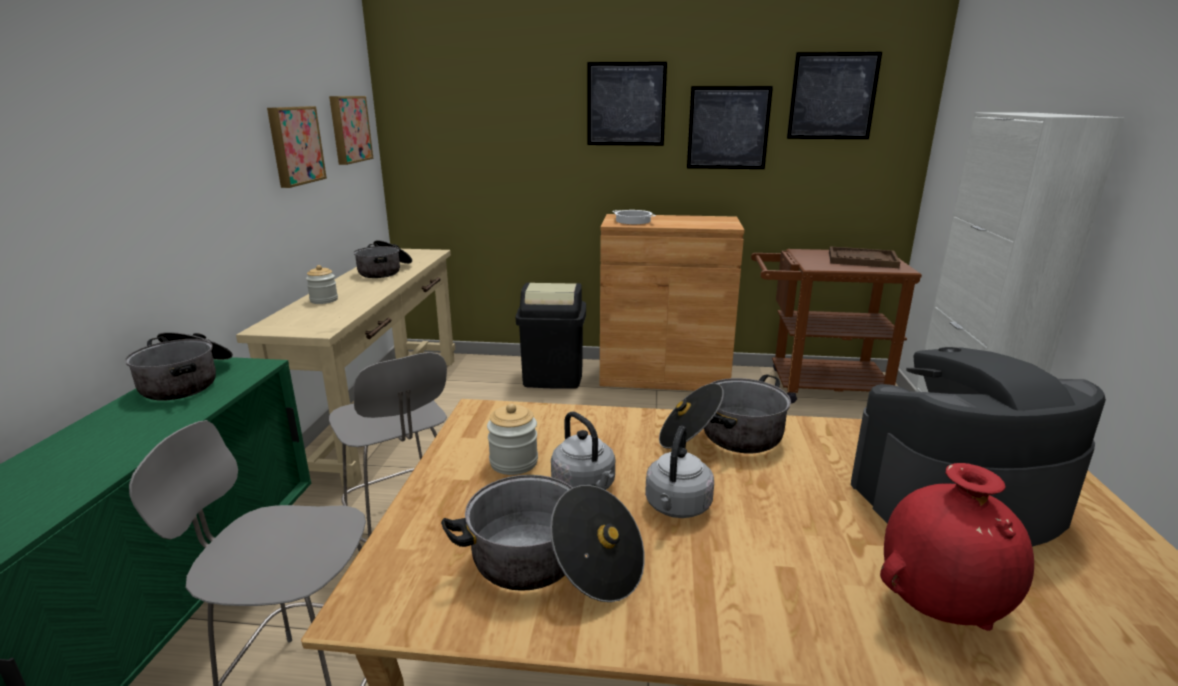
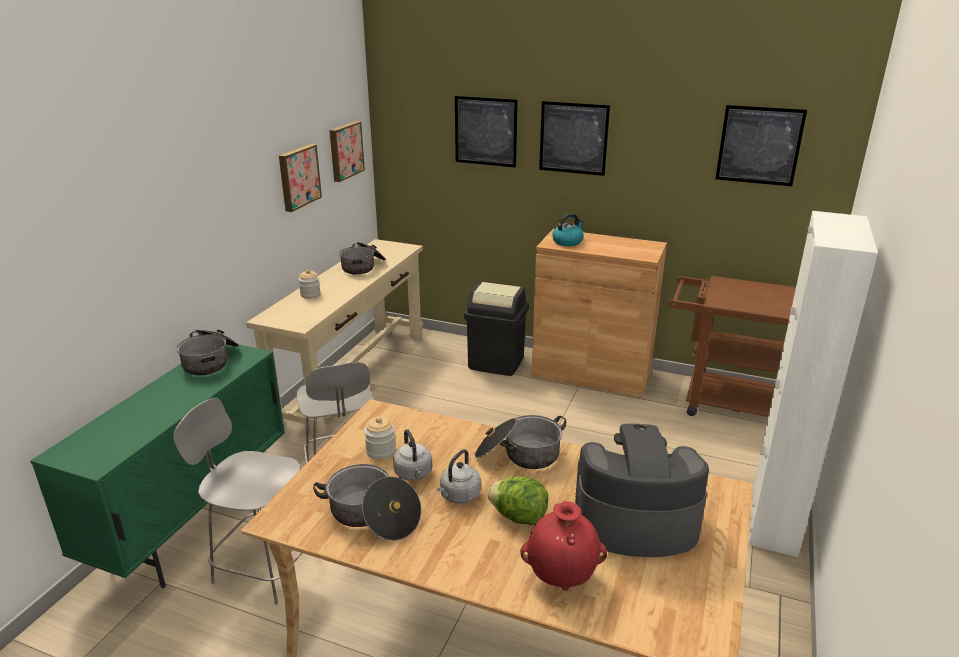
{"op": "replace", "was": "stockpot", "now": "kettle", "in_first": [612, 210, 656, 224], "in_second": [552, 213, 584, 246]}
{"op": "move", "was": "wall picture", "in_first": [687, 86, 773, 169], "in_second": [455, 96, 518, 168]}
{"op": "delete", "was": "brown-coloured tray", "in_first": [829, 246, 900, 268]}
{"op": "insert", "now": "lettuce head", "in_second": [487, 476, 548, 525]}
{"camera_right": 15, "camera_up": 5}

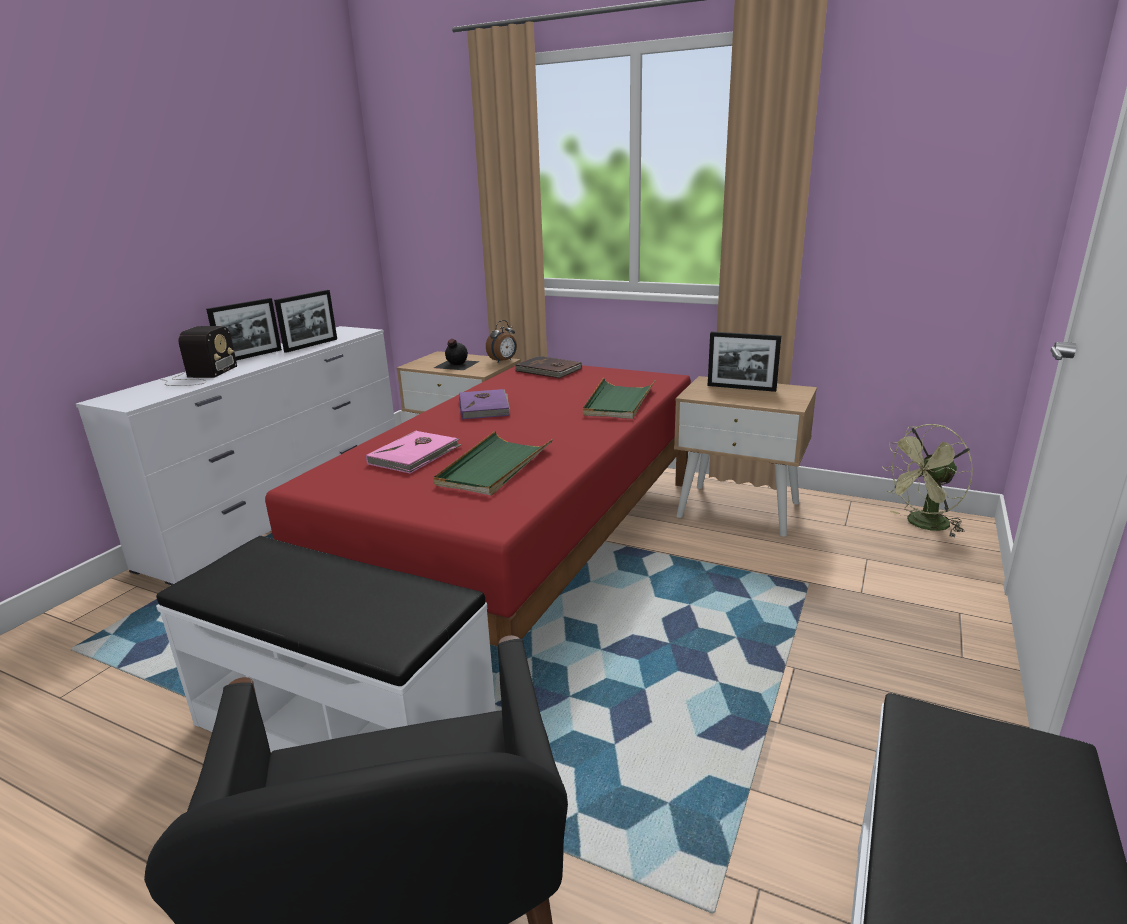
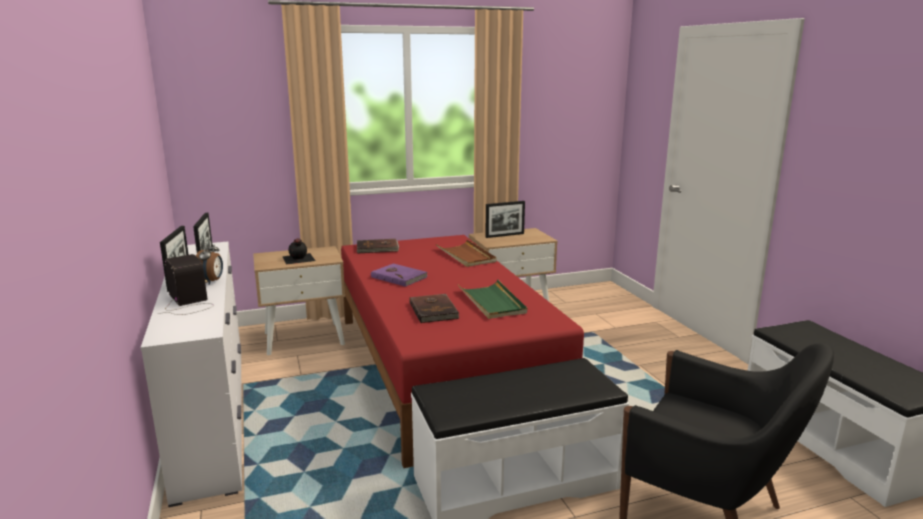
{"op": "recolor", "was": "pink-coloured volume", "now": "brown-coloured volume", "in_first": [366, 431, 462, 474], "in_second": [409, 294, 460, 323]}
{"op": "move", "was": "bedside clock", "in_first": [486, 320, 517, 363], "in_second": [196, 239, 223, 285]}
{"op": "recolor", "was": "green-coloured tray", "now": "brown-coloured tray", "in_first": [583, 378, 655, 419], "in_second": [436, 240, 497, 267]}
{"op": "delete", "was": "green-coloured fan", "in_first": [882, 424, 973, 538]}
{"camera_right": -45, "camera_up": -5}

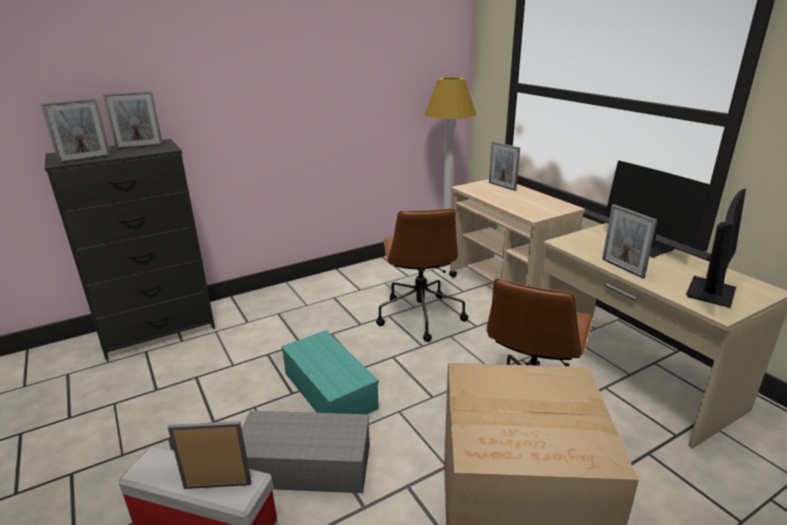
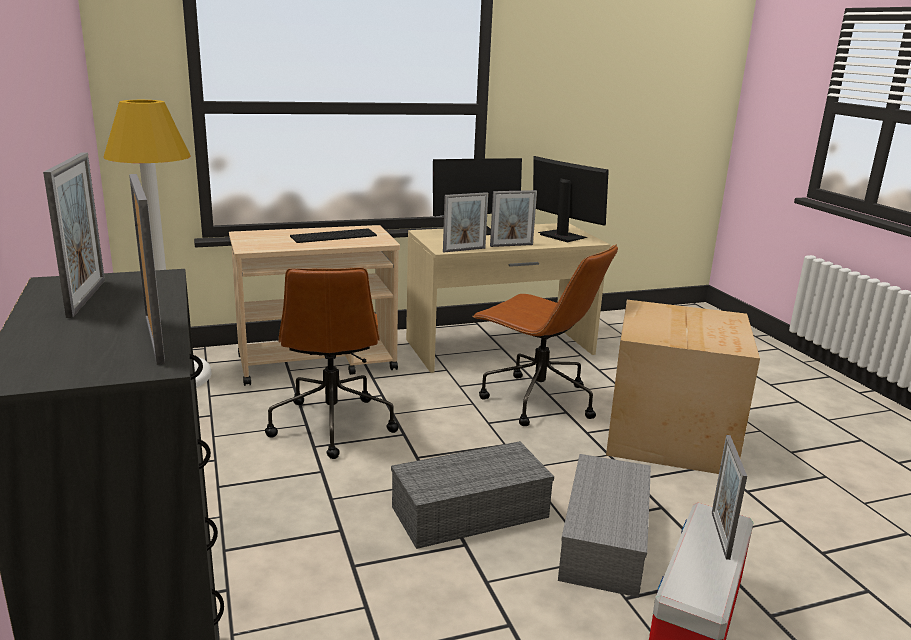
{"op": "recolor", "was": "turquoise storage container", "now": "gray storage container", "in_first": [281, 330, 379, 414], "in_second": [391, 441, 554, 549]}
{"op": "rotate", "was": "brown-coloured office chair", "in_first": [376, 208, 468, 342], "in_second": [265, 267, 399, 459], "clockwise": 75}
{"op": "move", "was": "standing frame", "in_first": [489, 141, 520, 191], "in_second": [443, 192, 488, 252]}
{"op": "insert", "now": "keyboard", "in_second": [290, 229, 377, 243]}
{"camera_right": -80, "camera_up": -5}

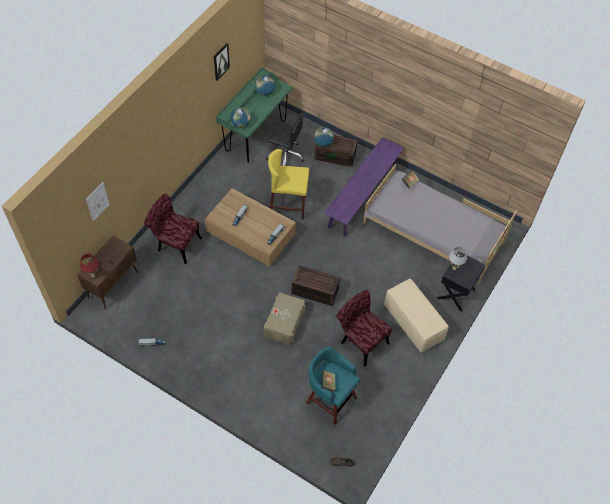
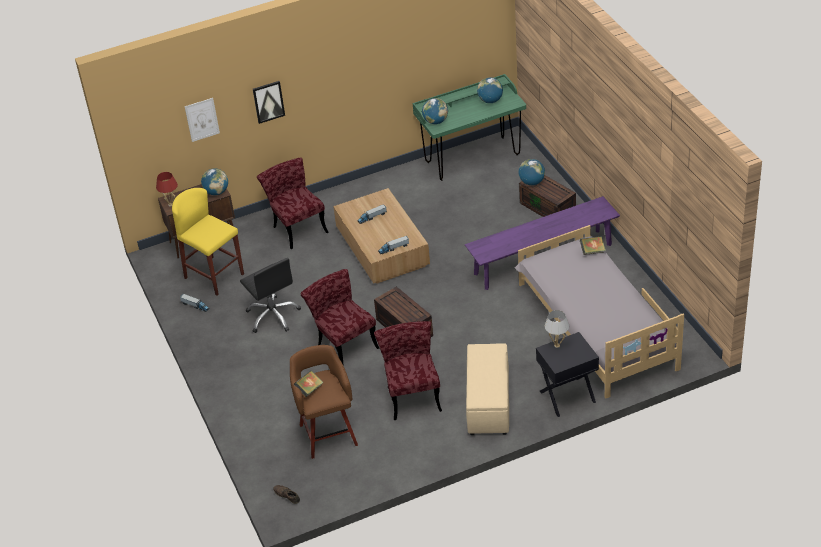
{"op": "move", "was": "wall picture", "in_first": [214, 43, 230, 81], "in_second": [253, 81, 285, 124]}
{"op": "replace", "was": "beige storage container", "now": "red upright chair", "in_first": [264, 292, 305, 345], "in_second": [301, 269, 379, 364]}
{"op": "move", "was": "black office chair", "in_first": [266, 113, 305, 166], "in_second": [240, 258, 301, 333]}
{"op": "move", "was": "yellow sitting stool", "in_first": [268, 149, 309, 220], "in_second": [172, 188, 244, 296]}
{"op": "recolor", "was": "turquoise sitting stool", "now": "brown-coloured sitting stool", "in_first": [306, 346, 360, 425], "in_second": [290, 345, 358, 459]}
{"op": "insert", "now": "globe", "in_second": [201, 168, 228, 195]}
{"camera_right": 40, "camera_up": -15}

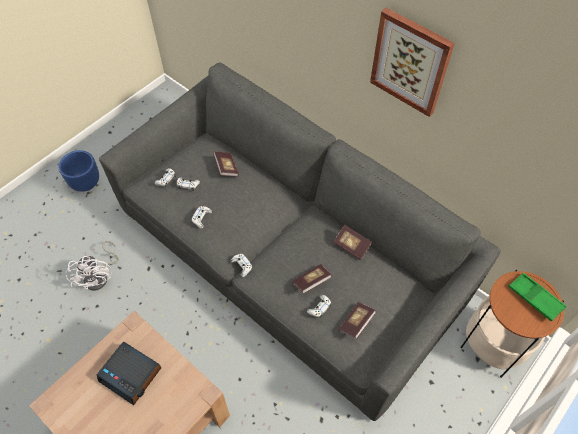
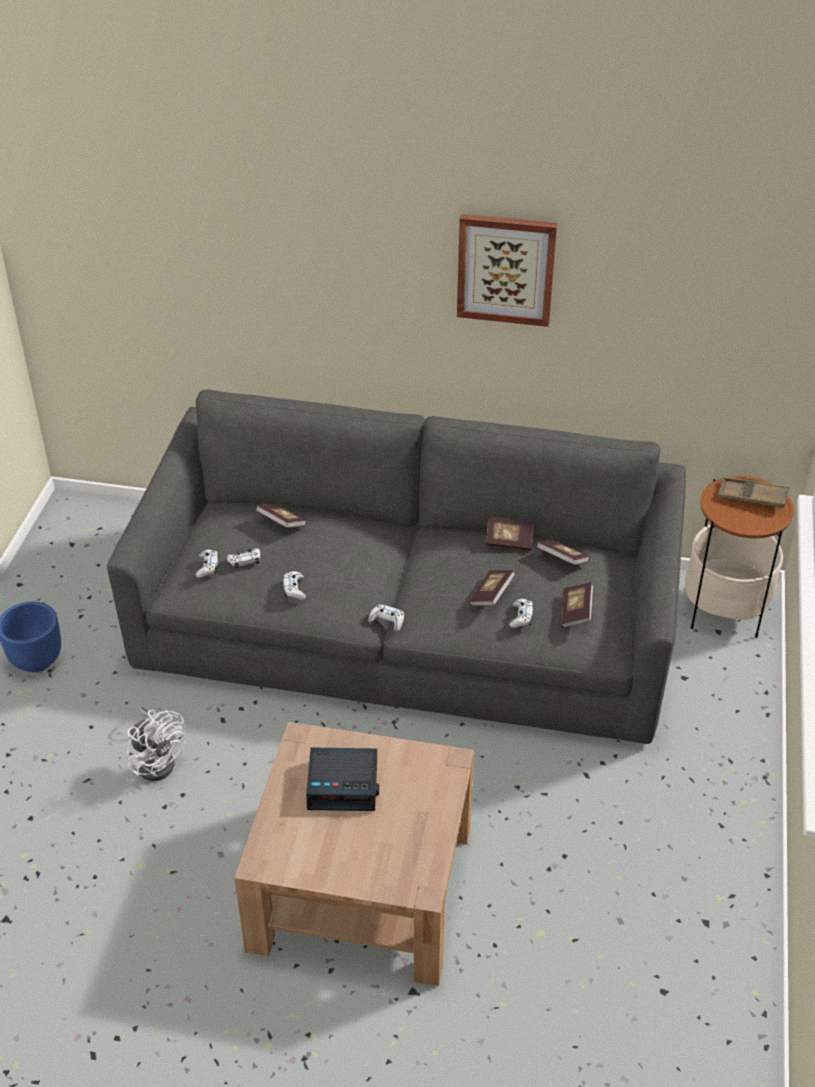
{"op": "recolor", "was": "green-coloured tray", "now": "brown-coloured tray", "in_first": [508, 273, 567, 321], "in_second": [718, 477, 789, 508]}
{"op": "insert", "now": "volume", "in_second": [536, 540, 590, 565]}
{"camera_right": -30, "camera_up": -15}

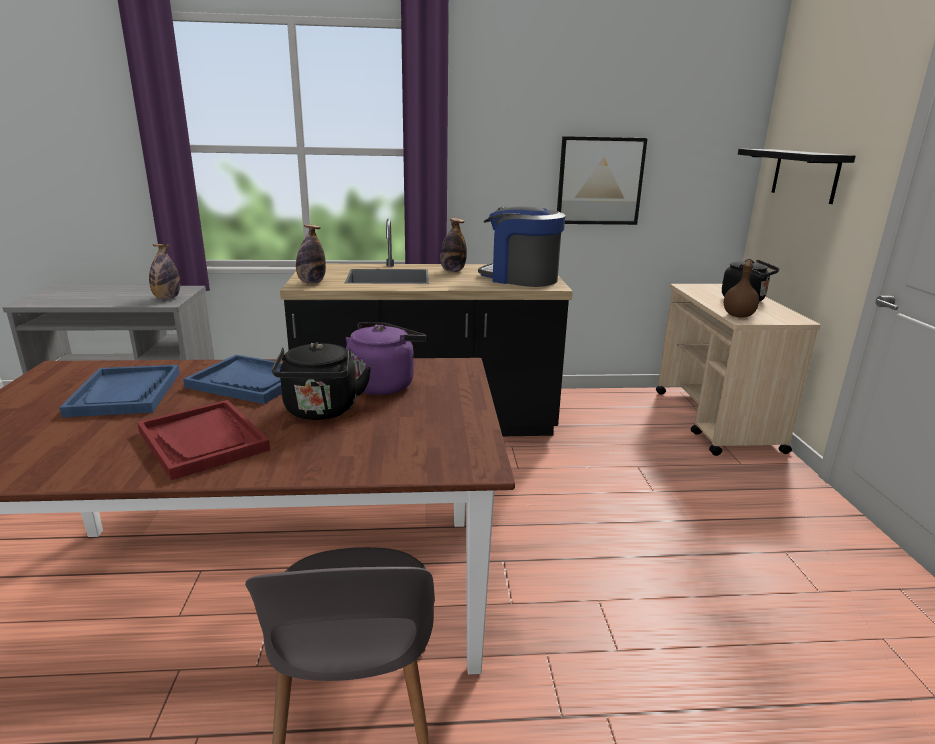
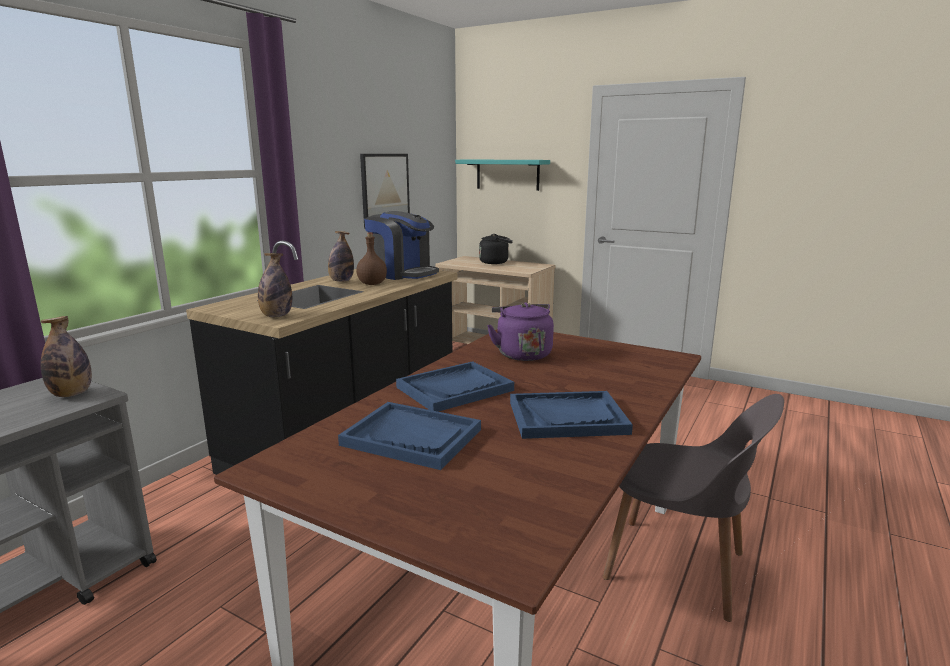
{"op": "recolor", "was": "red tray", "now": "bluish tray", "in_first": [137, 400, 270, 480], "in_second": [510, 391, 633, 439]}
{"op": "delete", "was": "black kettle", "in_first": [272, 342, 372, 420]}
{"op": "rotate", "was": "coffee machine", "in_first": [478, 206, 565, 287], "in_second": [364, 211, 439, 280], "clockwise": -120}
{"op": "move", "was": "brown-coloured bottle", "in_first": [724, 260, 759, 317], "in_second": [356, 233, 387, 285]}
{"op": "recolor", "was": "black wall shelf", "now": "turquoise wall shelf", "in_first": [738, 149, 856, 204], "in_second": [455, 159, 550, 191]}
{"camera_right": -55, "camera_up": -5}

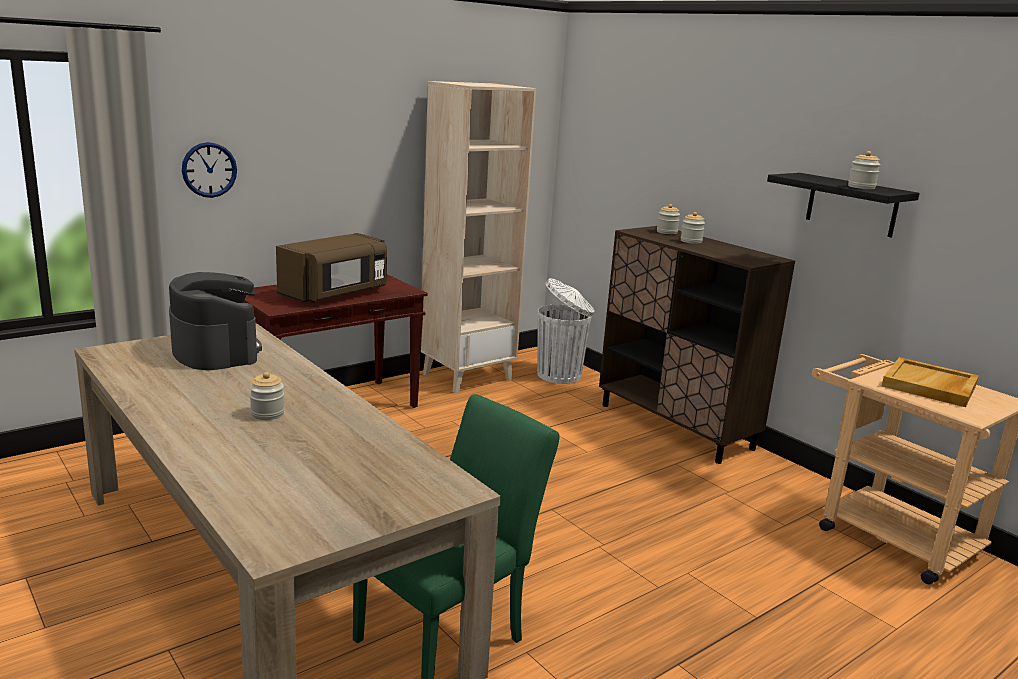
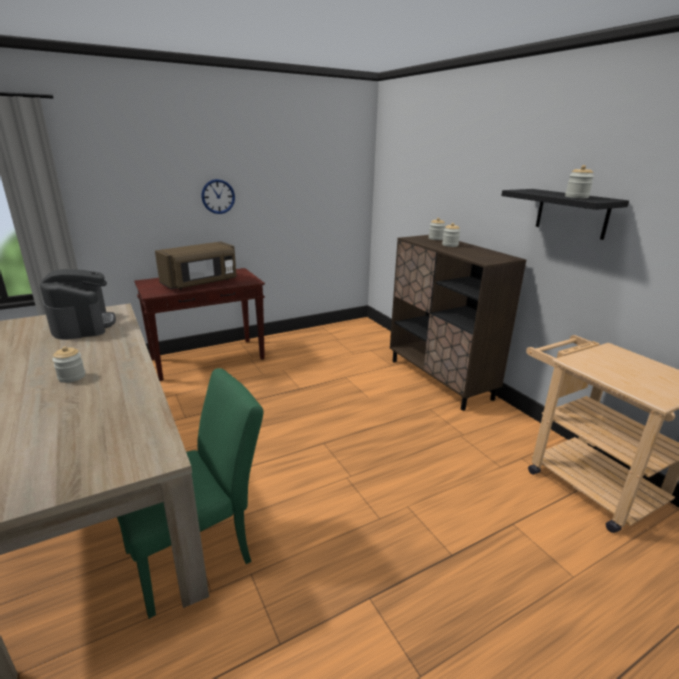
{"op": "move", "was": "hanging clock", "in_first": [182, 142, 237, 198], "in_second": [201, 179, 235, 214]}
{"op": "delete", "was": "beige bookcase", "in_first": [421, 81, 536, 393]}
{"op": "delete", "was": "whitish rubbish bin", "in_first": [537, 278, 595, 384]}
{"op": "delete", "was": "beige tray", "in_first": [882, 357, 979, 407]}
{"camera_right": 10, "camera_up": 5}

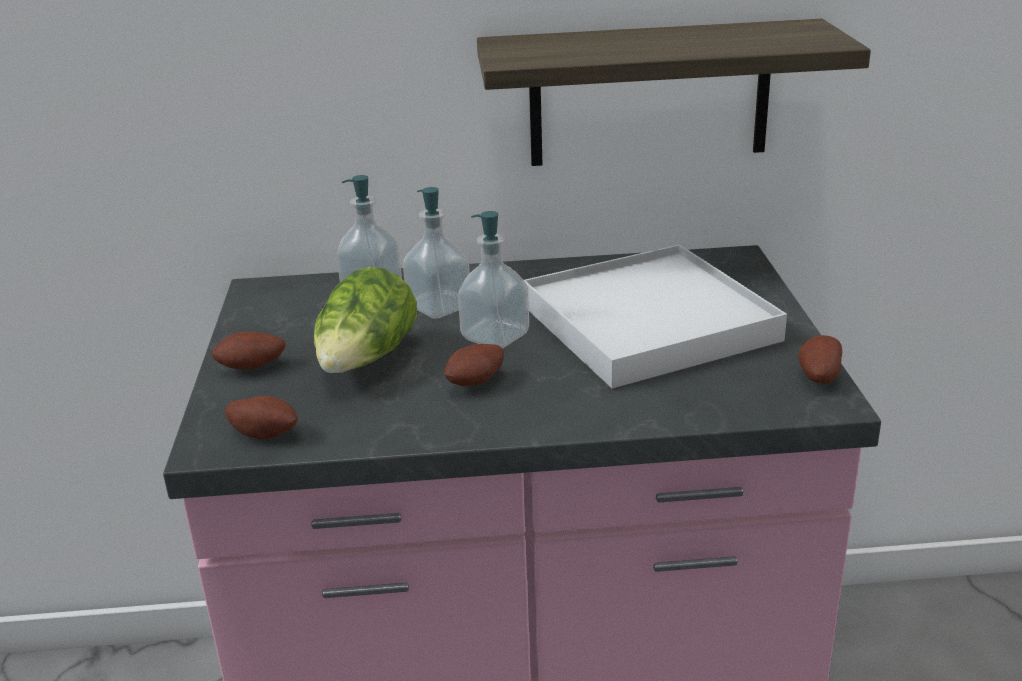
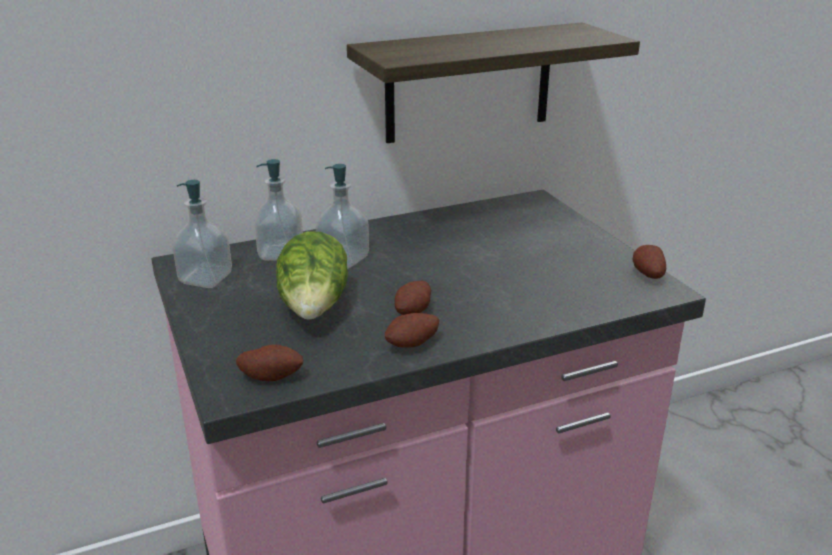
{"op": "move", "was": "whole potato", "in_first": [211, 332, 285, 370], "in_second": [385, 313, 439, 348]}
{"op": "move", "was": "liquid soap bottle", "in_first": [458, 211, 529, 349], "in_second": [173, 180, 232, 288]}
{"op": "delete", "was": "whitish tray", "in_first": [524, 244, 787, 388]}
{"camera_right": -20, "camera_up": 0}

